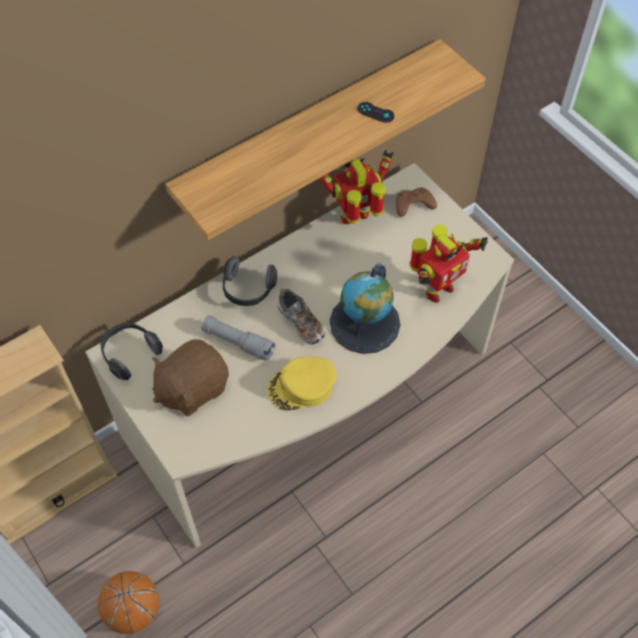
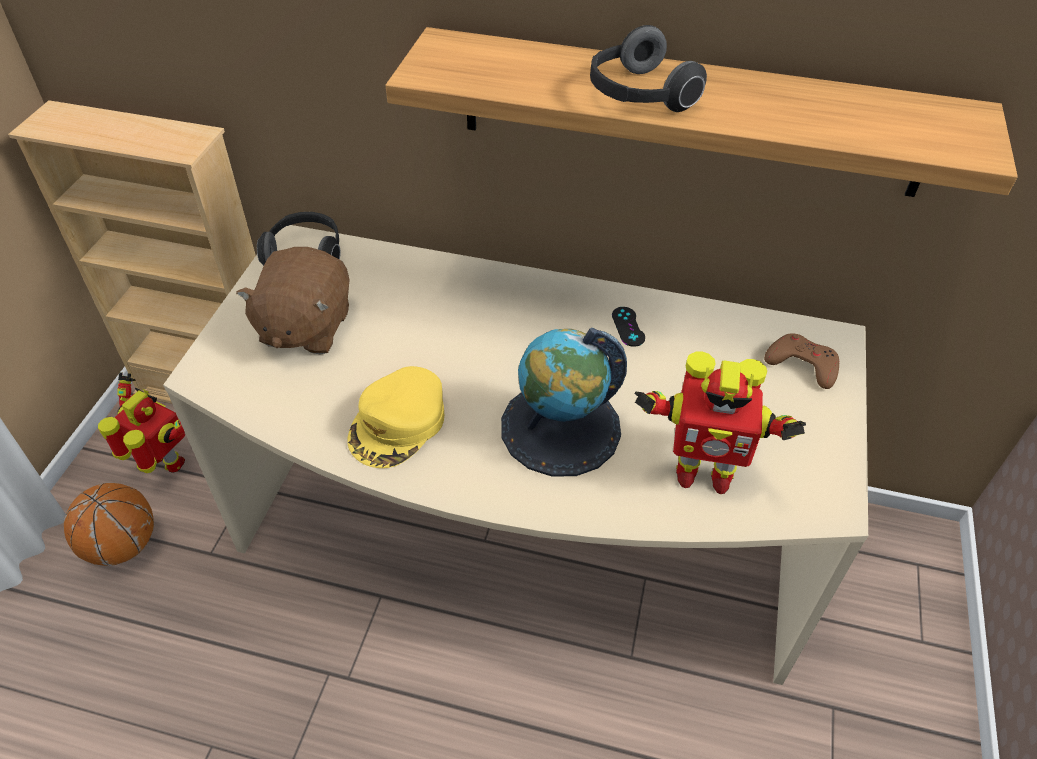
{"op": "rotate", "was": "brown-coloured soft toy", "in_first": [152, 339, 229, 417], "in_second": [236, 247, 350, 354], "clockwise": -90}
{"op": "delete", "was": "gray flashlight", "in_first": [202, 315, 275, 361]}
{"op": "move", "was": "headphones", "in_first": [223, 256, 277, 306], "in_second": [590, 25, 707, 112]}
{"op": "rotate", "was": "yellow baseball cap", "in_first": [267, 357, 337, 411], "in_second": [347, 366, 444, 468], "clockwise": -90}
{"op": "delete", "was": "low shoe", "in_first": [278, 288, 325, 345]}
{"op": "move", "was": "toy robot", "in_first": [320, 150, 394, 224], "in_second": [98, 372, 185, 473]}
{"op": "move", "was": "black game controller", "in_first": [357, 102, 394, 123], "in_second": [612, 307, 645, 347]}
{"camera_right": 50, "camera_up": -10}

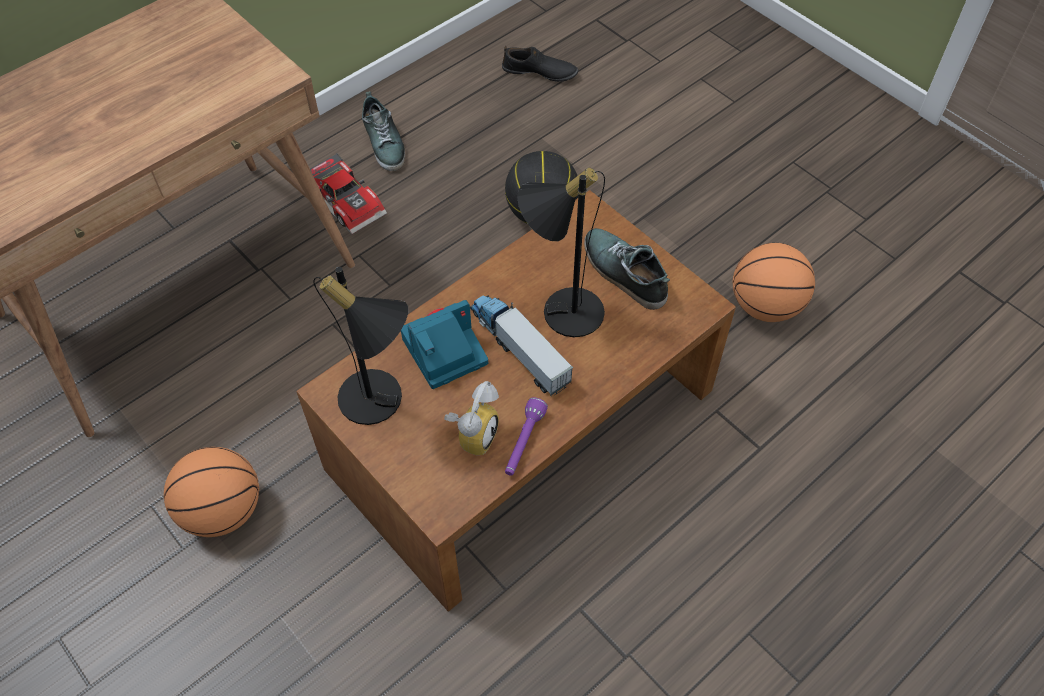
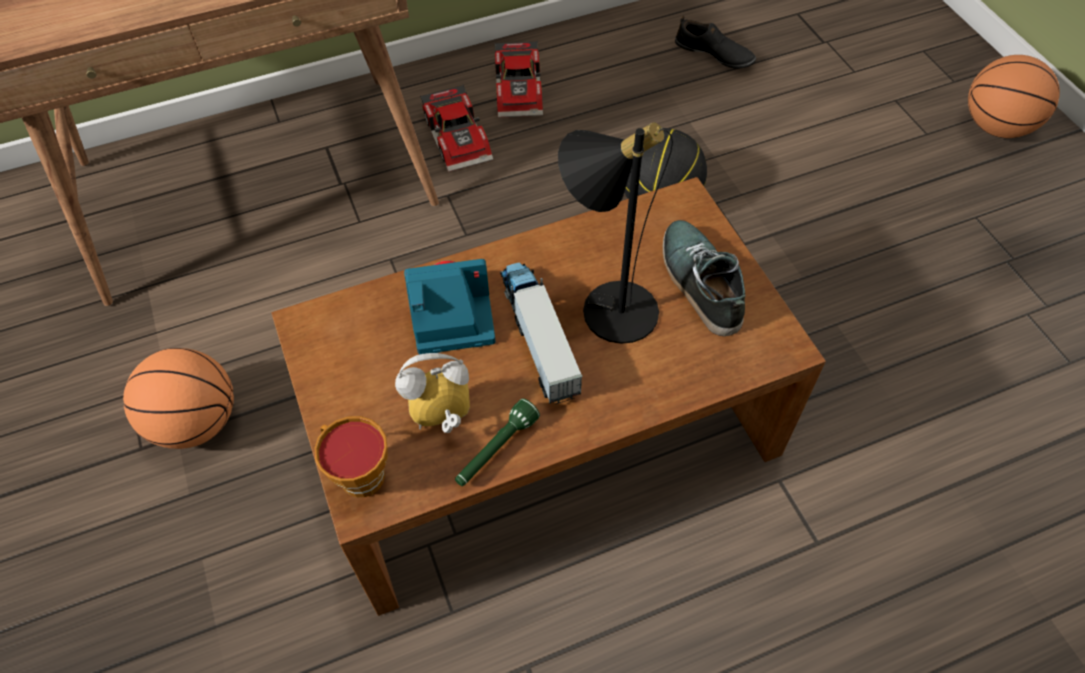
{"op": "delete", "was": "black table lamp", "in_first": [313, 267, 408, 425]}
{"op": "replace", "was": "low shoe", "now": "model car", "in_first": [362, 91, 405, 171], "in_second": [495, 40, 543, 118]}
{"op": "rotate", "was": "bedside clock", "in_first": [444, 381, 499, 455], "in_second": [395, 353, 470, 433], "clockwise": -150}
{"op": "recolor", "was": "purple flashlight", "now": "green-coloured flashlight", "in_first": [505, 397, 548, 476], "in_second": [455, 399, 540, 486]}
{"op": "move", "was": "basketball ball", "in_first": [733, 243, 815, 322], "in_second": [968, 55, 1060, 138]}
{"op": "insert", "now": "drinking cup", "in_second": [314, 416, 388, 497]}
{"camera_right": 20, "camera_up": 0}

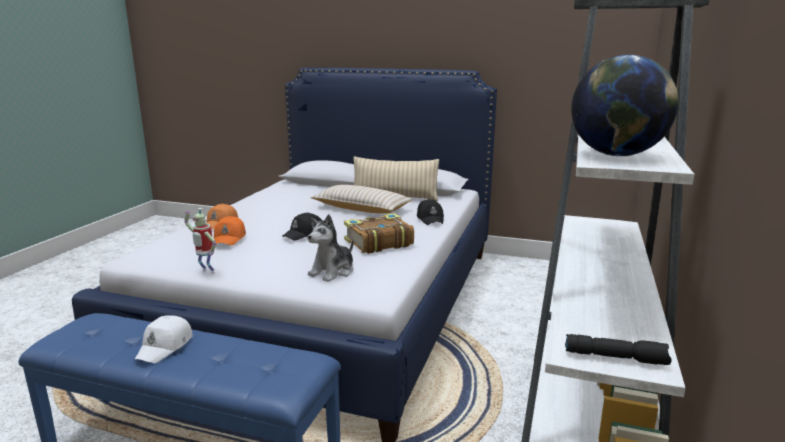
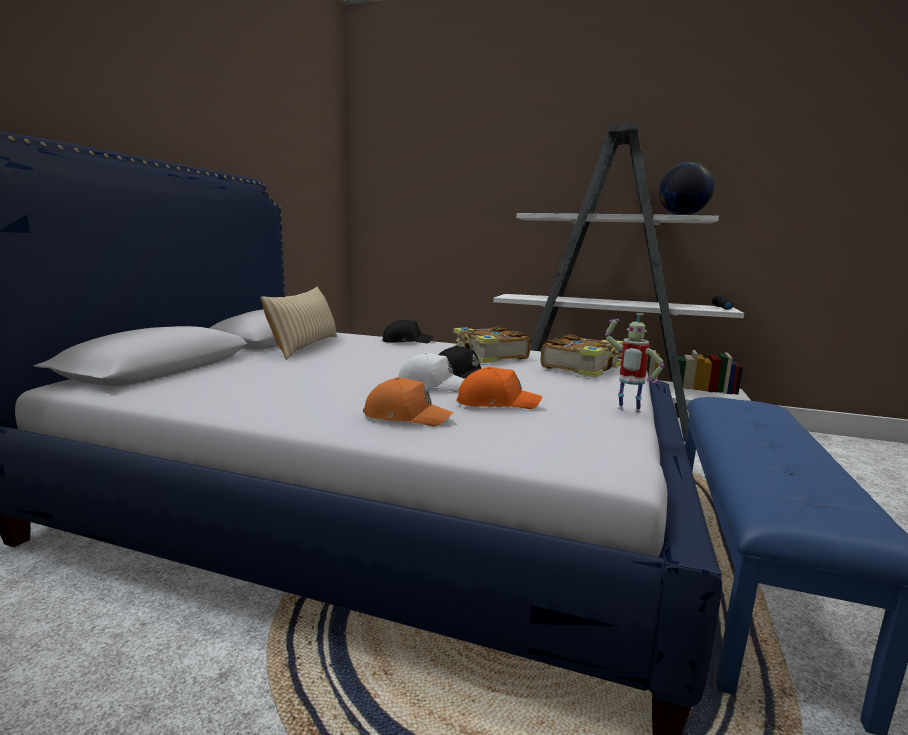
{"op": "move", "was": "whitish baseball cap", "in_first": [134, 315, 193, 363], "in_second": [398, 352, 464, 392]}
{"op": "rotate", "was": "toy robot", "in_first": [183, 208, 216, 274], "in_second": [605, 313, 665, 413], "clockwise": 90}
{"op": "replace", "was": "soft toy", "now": "volume", "in_first": [308, 214, 354, 282], "in_second": [541, 334, 624, 378]}
{"op": "delete", "was": "beige throw pillow", "in_first": [310, 185, 413, 214]}
{"camera_right": -90, "camera_up": -5}

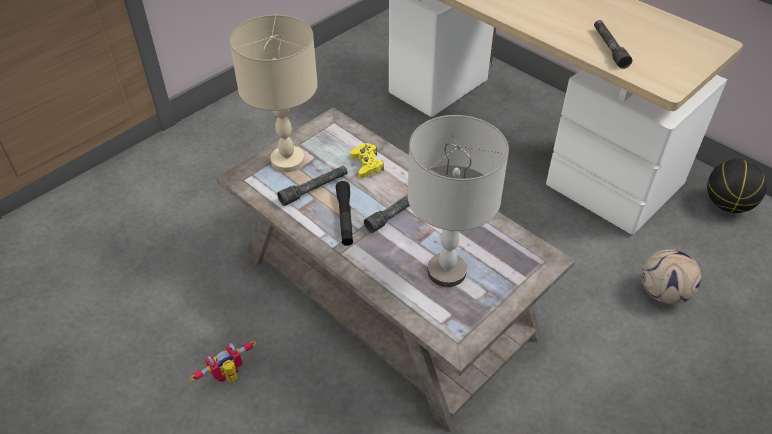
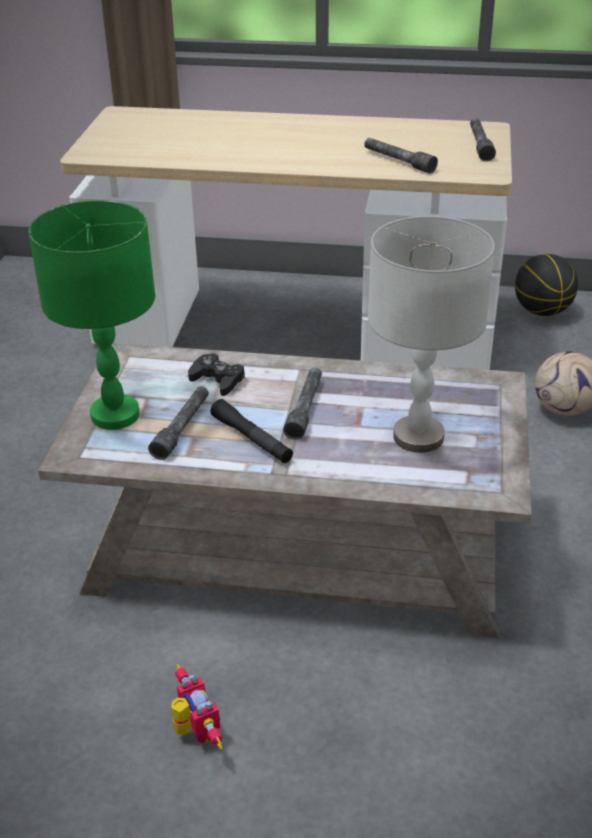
{"op": "rotate", "was": "toy robot", "in_first": [189, 341, 257, 383], "in_second": [171, 664, 223, 749], "clockwise": 135}
{"op": "recolor", "was": "beige table lamp", "now": "green-coloured table lamp", "in_first": [229, 15, 318, 172], "in_second": [28, 200, 155, 430]}
{"op": "recolor", "was": "yellow game controller", "now": "black game controller", "in_first": [351, 143, 384, 178], "in_second": [188, 353, 245, 396]}
{"op": "insert", "now": "gray flashlight", "in_second": [470, 118, 496, 162]}
{"camera_right": -35, "camera_up": -10}

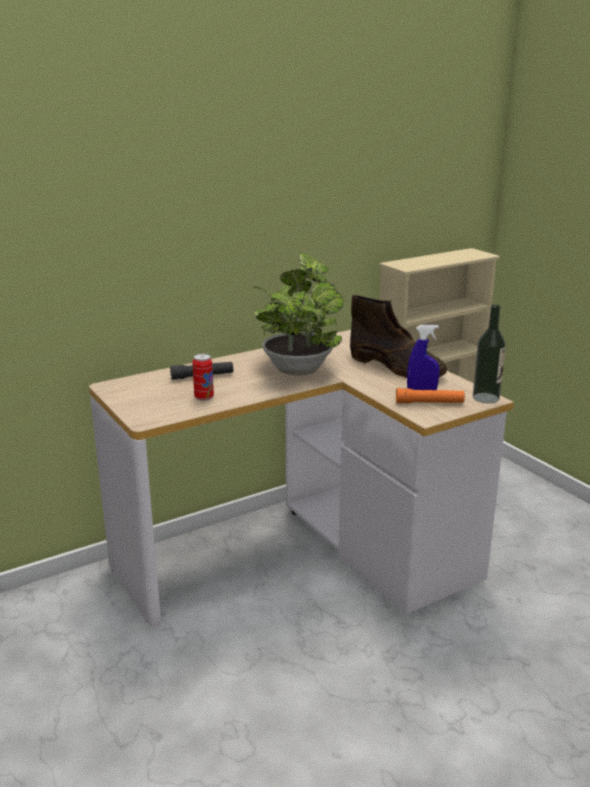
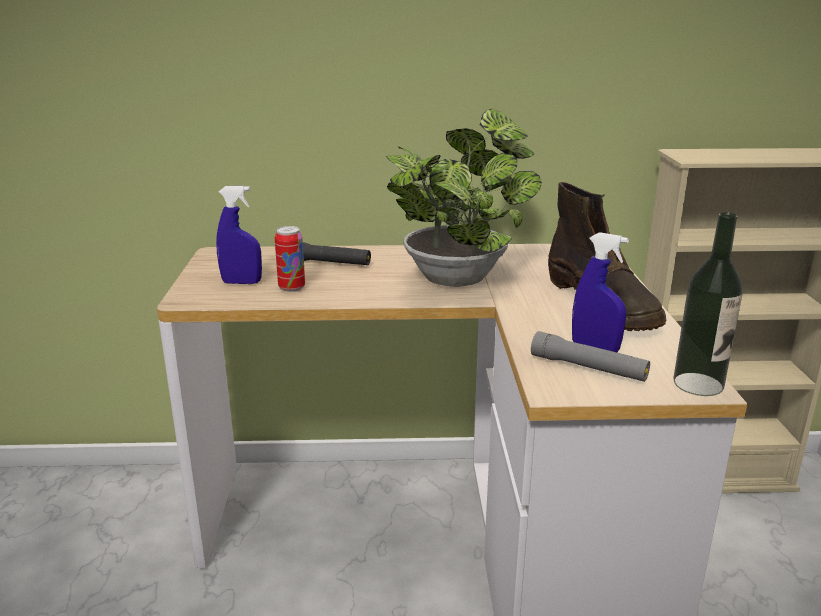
{"op": "recolor", "was": "orange-coloured flashlight", "now": "gray flashlight", "in_first": [396, 388, 465, 403], "in_second": [531, 331, 650, 382]}
{"op": "insert", "now": "bluish sprayer", "in_second": [216, 186, 262, 284]}
{"camera_right": 30, "camera_up": 0}

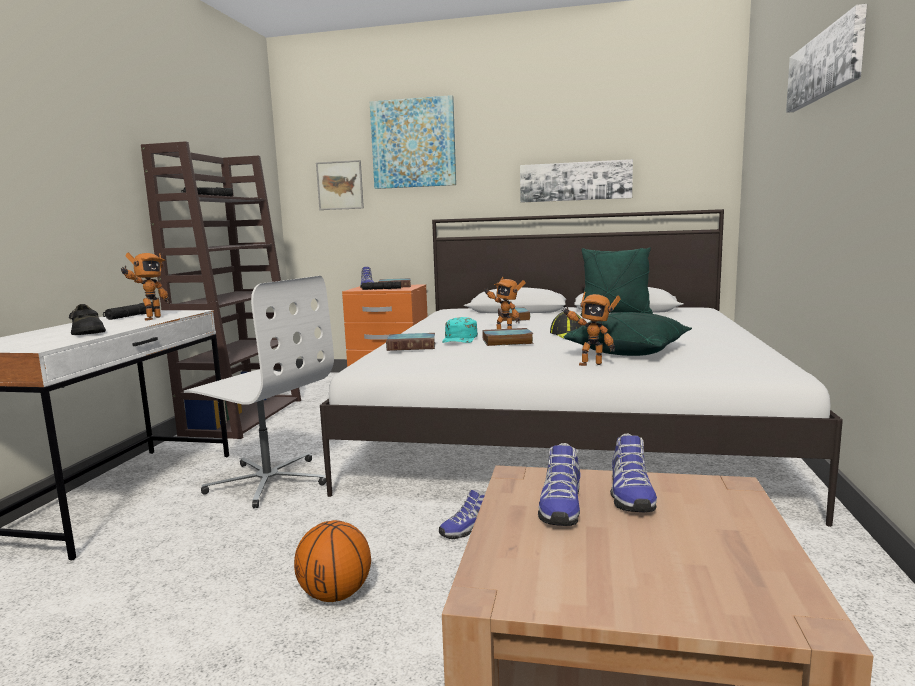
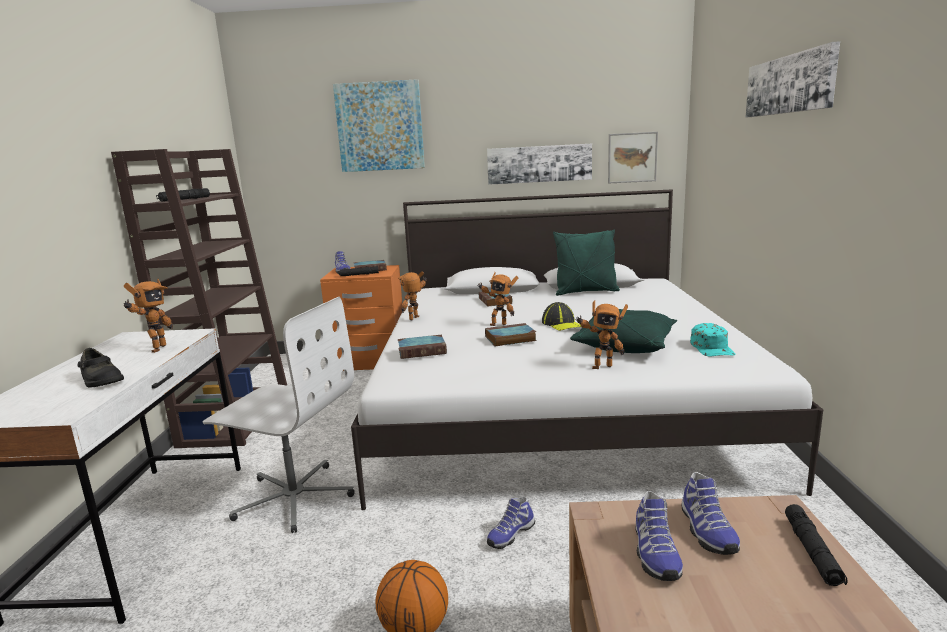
{"op": "move", "was": "black flashlight", "in_first": [103, 302, 160, 320], "in_second": [785, 504, 848, 586]}
{"op": "move", "was": "wall picture", "in_first": [316, 160, 364, 210], "in_second": [608, 132, 658, 183]}
{"op": "move", "was": "turquoise baseball cap", "in_first": [442, 317, 478, 343], "in_second": [690, 323, 735, 357]}
{"op": "insert", "now": "toy robot", "in_second": [398, 271, 427, 320]}
{"camera_right": -10, "camera_up": 5}

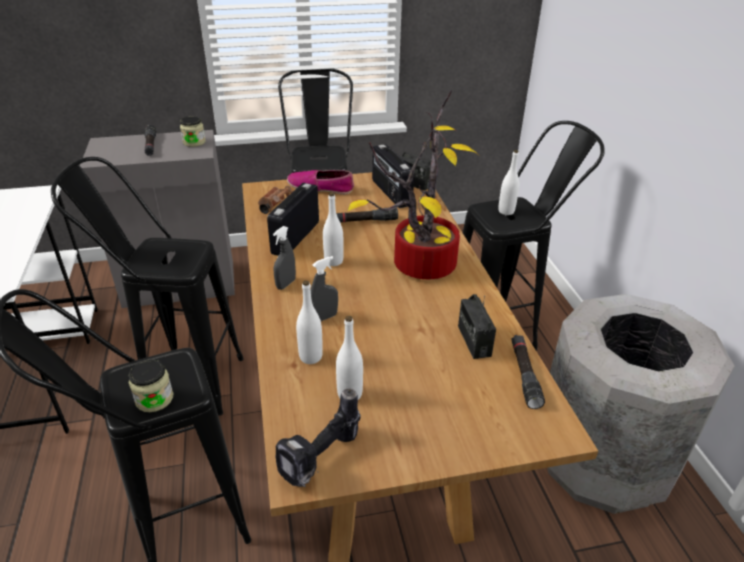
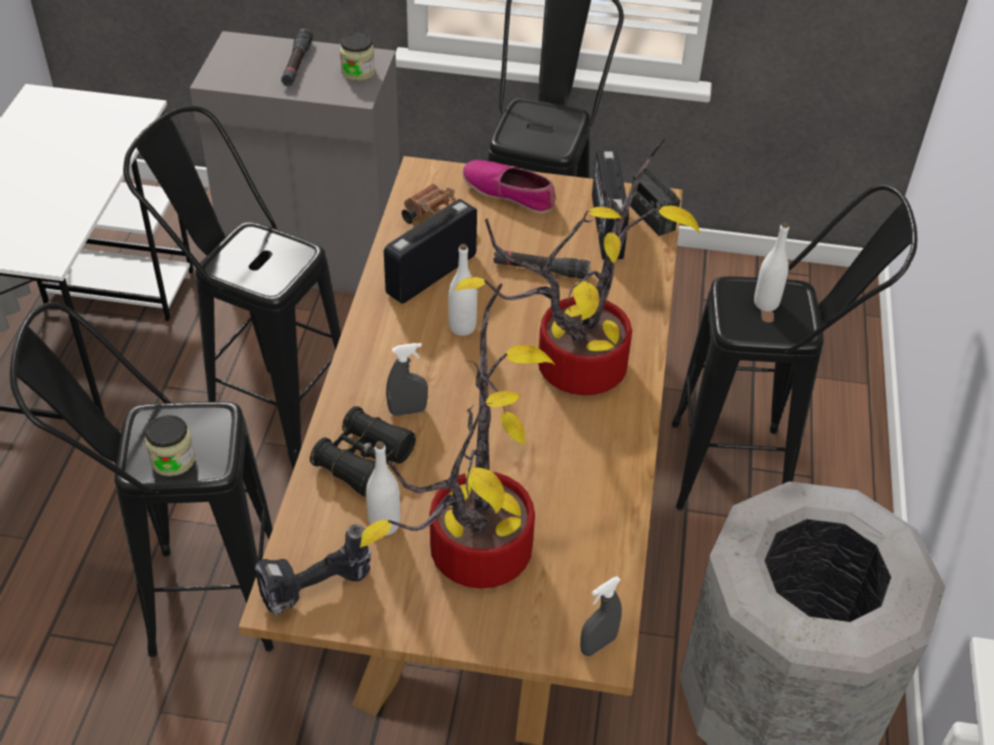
{"op": "move", "was": "gray sprayer", "in_first": [273, 226, 296, 290], "in_second": [580, 576, 622, 656]}
{"op": "replace", "was": "whitish bottle", "now": "black pair of binoculars", "in_first": [296, 280, 323, 364], "in_second": [310, 406, 416, 496]}
{"op": "delete", "was": "radio set", "in_first": [458, 294, 496, 359]}
{"op": "delete", "was": "black flashlight", "in_first": [511, 335, 545, 409]}
{"op": "insert", "now": "plant in a pot", "in_second": [360, 283, 556, 589]}
{"camera_right": 20, "camera_up": 10}

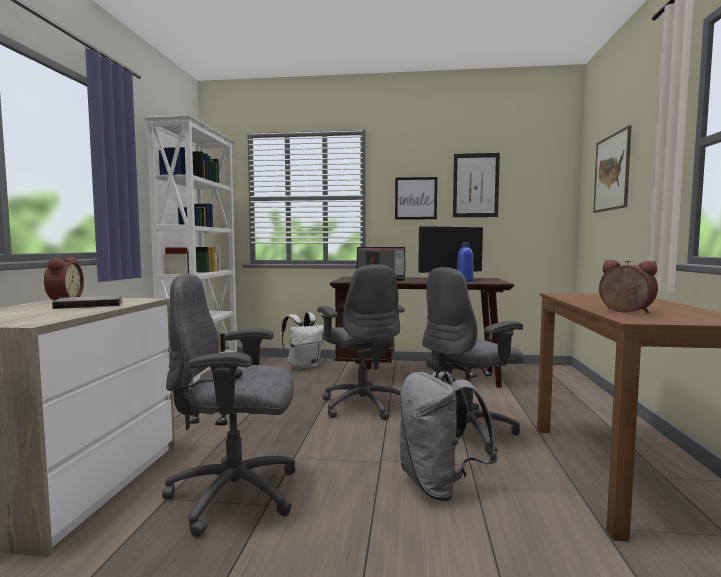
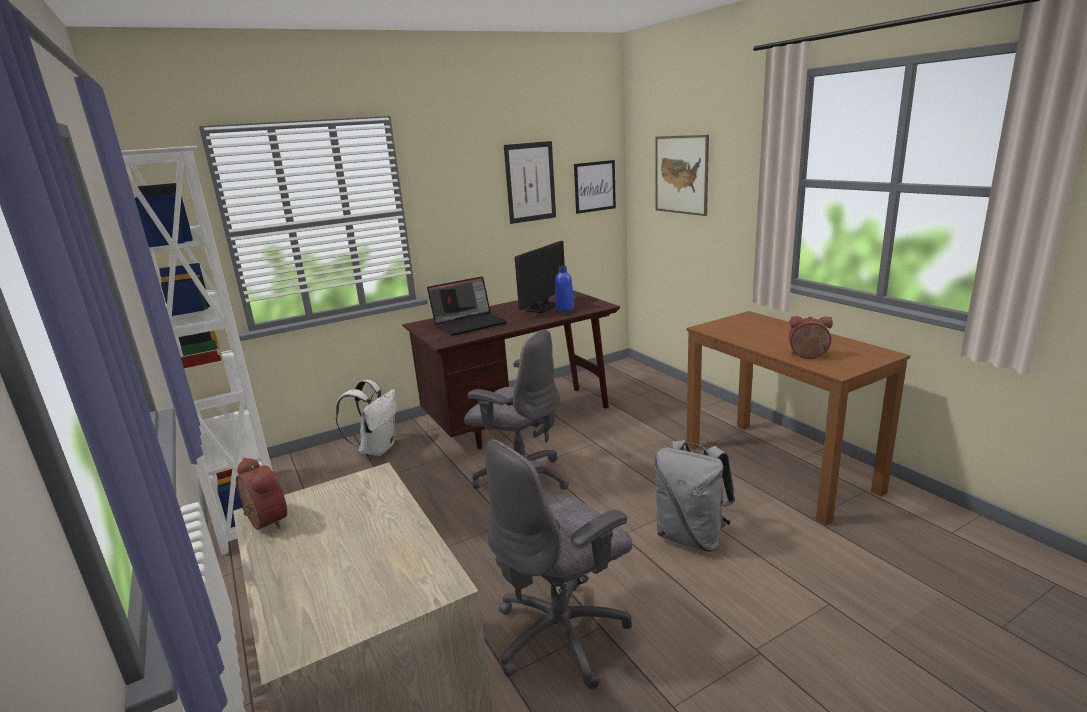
{"op": "delete", "was": "gray volume", "in_first": [52, 295, 122, 309]}
{"op": "move", "was": "wall picture", "in_first": [395, 177, 437, 220], "in_second": [574, 160, 616, 214]}
{"op": "delete", "was": "gray office chair", "in_first": [422, 267, 524, 456]}
{"camera_right": -35, "camera_up": 15}

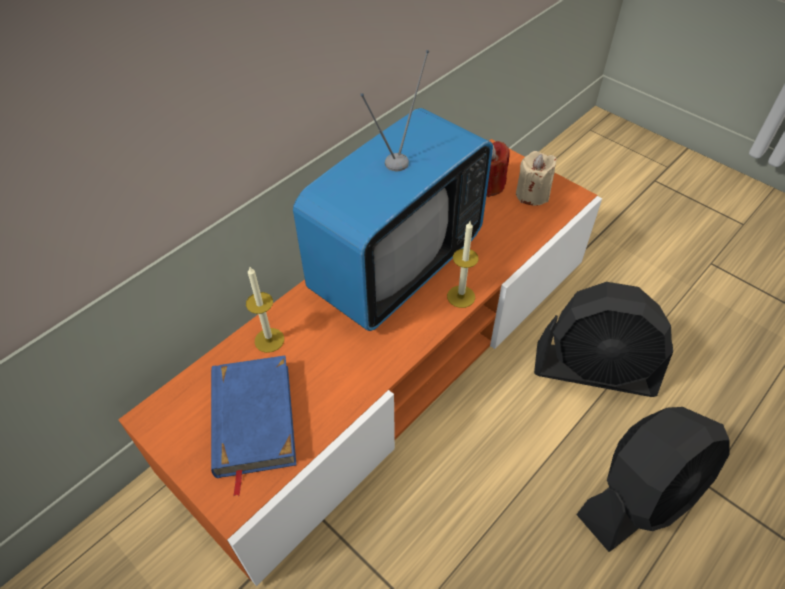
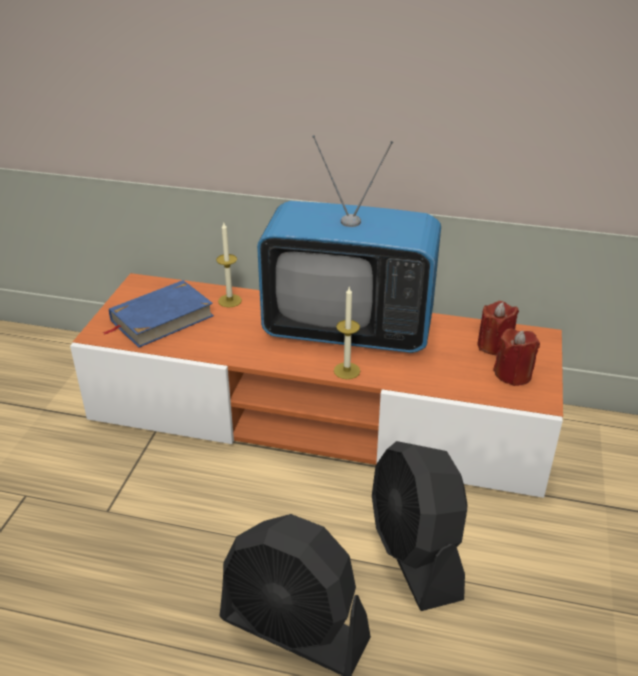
{"op": "recolor", "was": "beige wax light", "now": "red wax light", "in_first": [516, 151, 556, 206], "in_second": [493, 328, 540, 386]}
{"camera_right": 60, "camera_up": -15}

